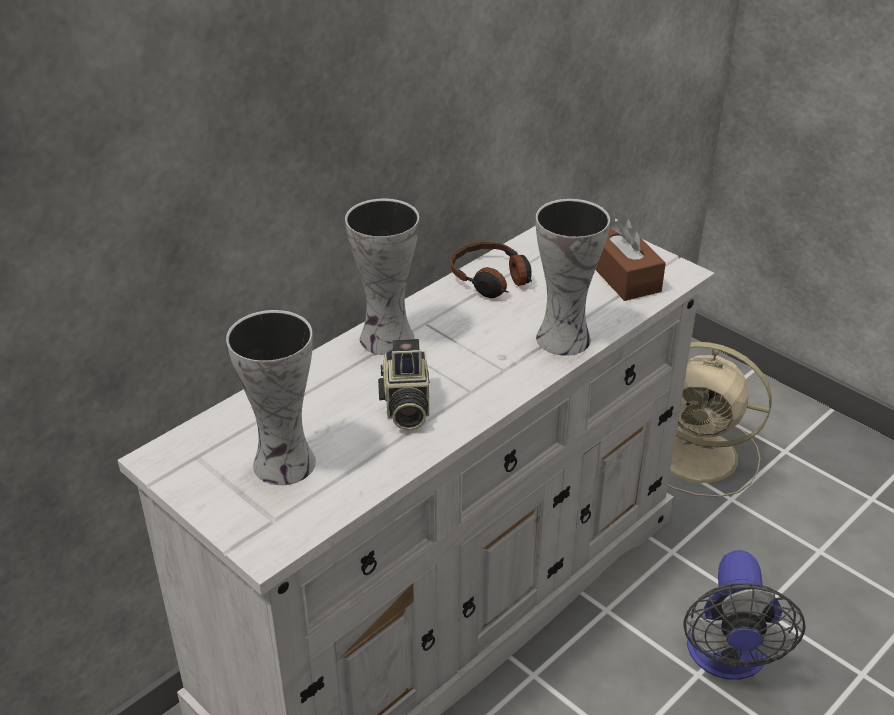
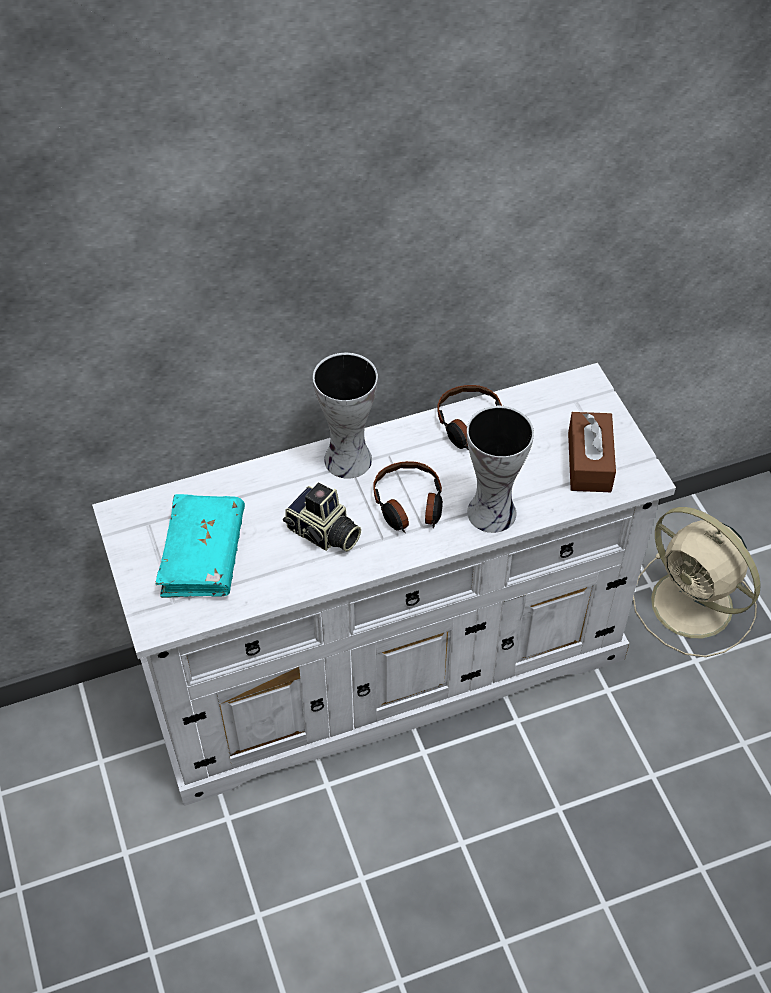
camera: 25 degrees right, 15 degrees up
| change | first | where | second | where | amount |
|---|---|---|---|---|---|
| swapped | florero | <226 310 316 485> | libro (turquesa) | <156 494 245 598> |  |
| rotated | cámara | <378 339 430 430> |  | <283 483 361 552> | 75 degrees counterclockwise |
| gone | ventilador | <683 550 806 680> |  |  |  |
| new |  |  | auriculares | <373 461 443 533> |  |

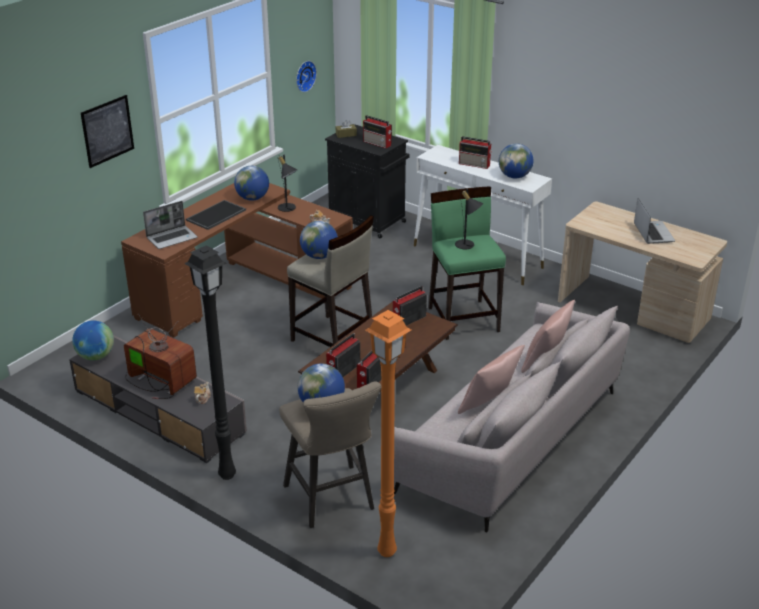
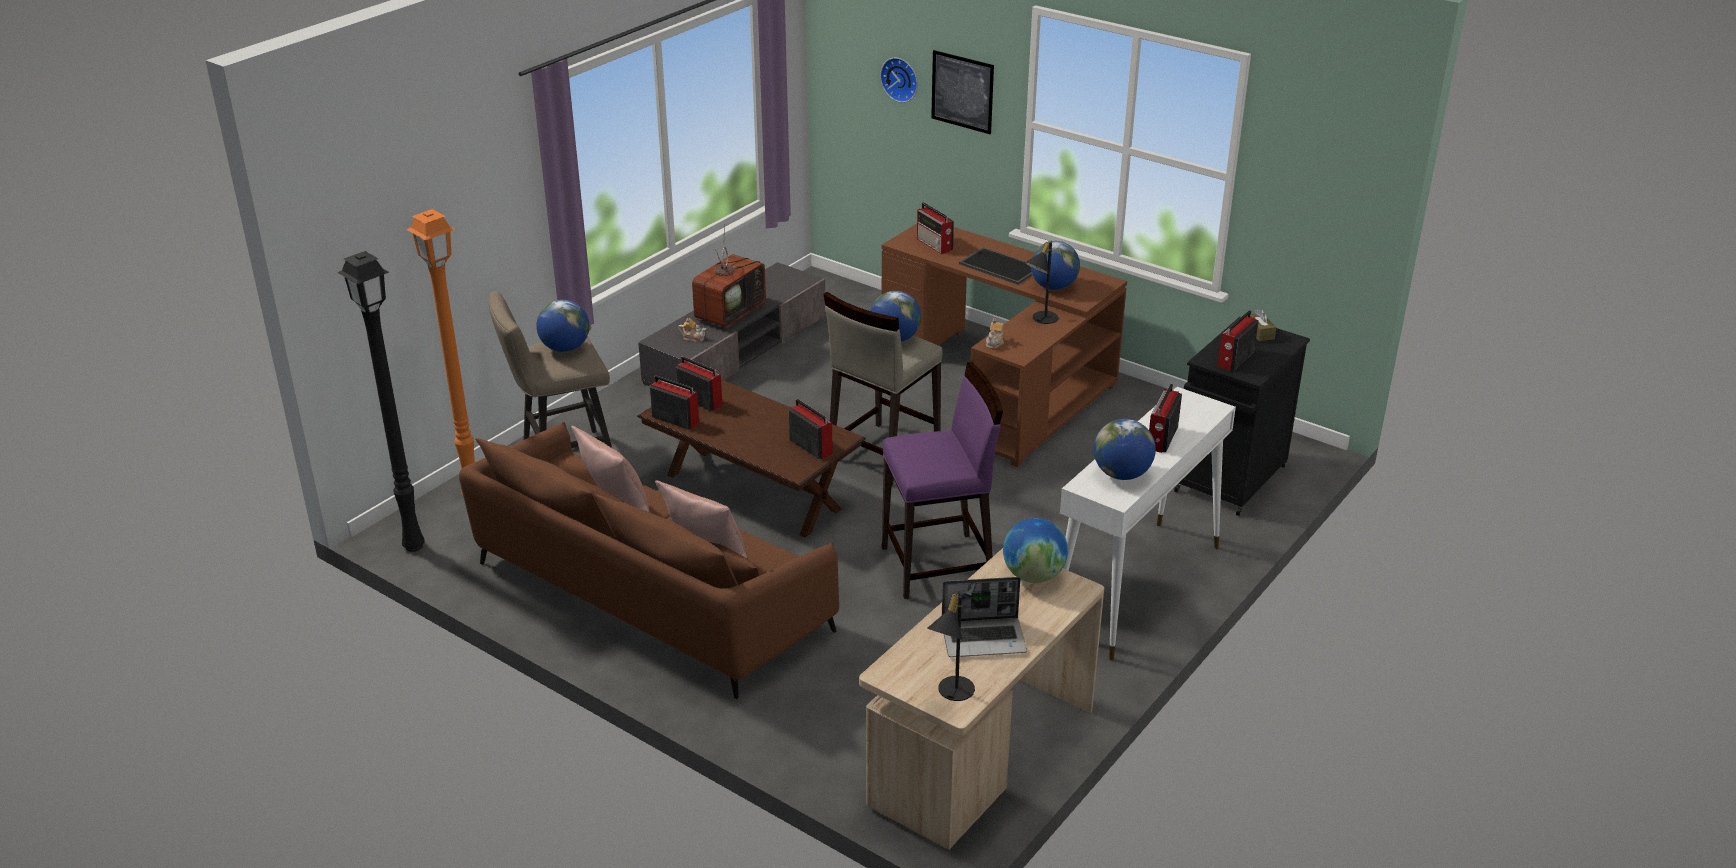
camera: 90 degrees right, 0 degrees up
| change | first | where | second | where | amount |
|---|---|---|---|---|---|
| shifted | reloj de pared | <296 61 317 92> |  | <880 58 918 103> |  |
| repainted | taburete (verde) | <429 186 506 340> | taburete (morado) | <882 362 1003 599> |  |
| shifted | lámpara de mesa (negro) | <455 189 483 249> |  | <927 591 975 701> |  |
| swapped | portátil | <143 201 198 249> | radio | <917 202 954 254> |  |
| shifted | lámpara de pie (negro) | <184 245 236 480> |  | <338 251 425 552> |  |
| repainted | sofá (gris) | <394 302 630 532> | sofá (marrón) | <459 422 839 699> |  |
| shifted | globo terráqueo | <72 320 114 361> |  | <1003 518 1068 583> |  |

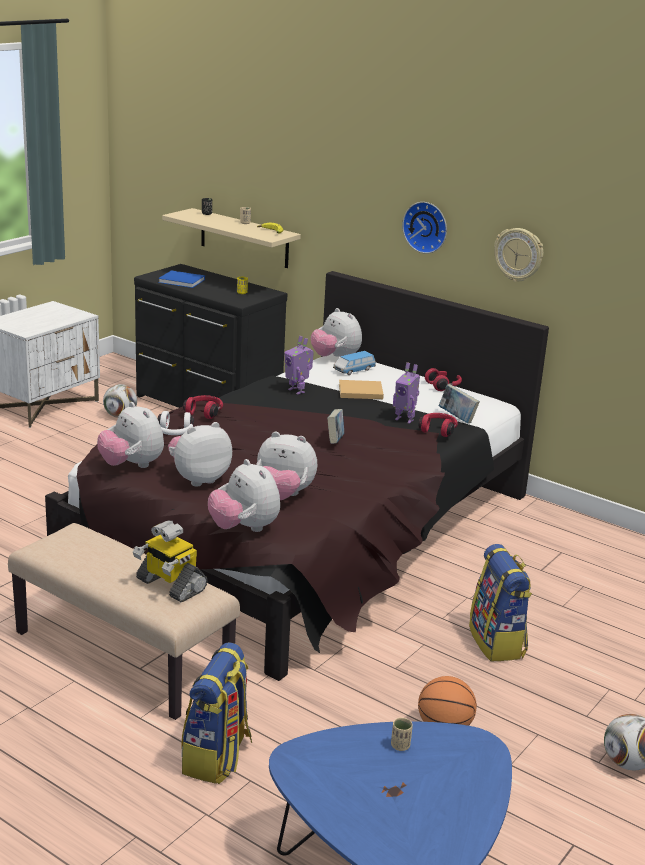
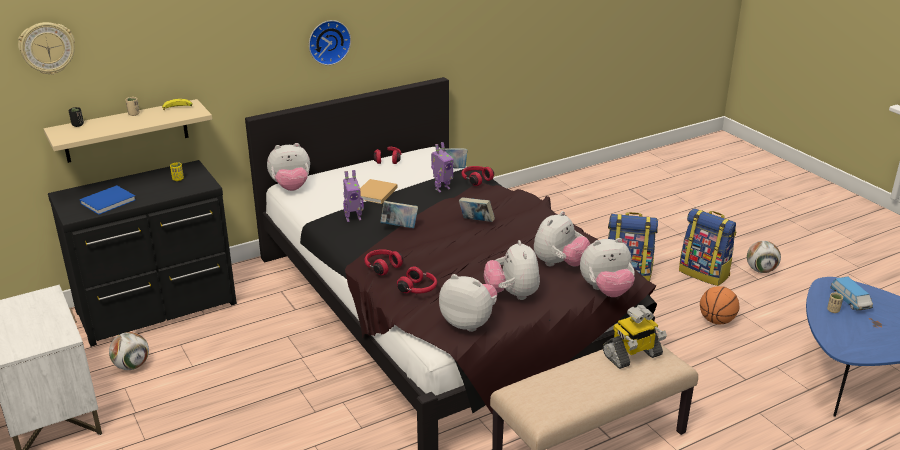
camera: 65 degrees left, 5 degrees up
| change | first | where | second | where | amount |
|---|---|---|---|---|---|
| shifted | reloj de pared | <494 228 543 282> |  | <18 22 75 75> |  |
| shifted | coche de juguete | <333 351 376 375> |  | <830 276 873 310> |  |
| rotated | peluche | <97 402 164 468> |  | <439 274 498 332> | 135 degrees counterclockwise |
| repainted | auriculares (blanco) | <158 411 194 435> | auriculares (rojo) | <397 266 437 293> |  |
| shifted | mochila | <181 642 252 784> |  | <679 209 737 286> |  |
| new |  |  | libro | <380 201 418 228> |  |

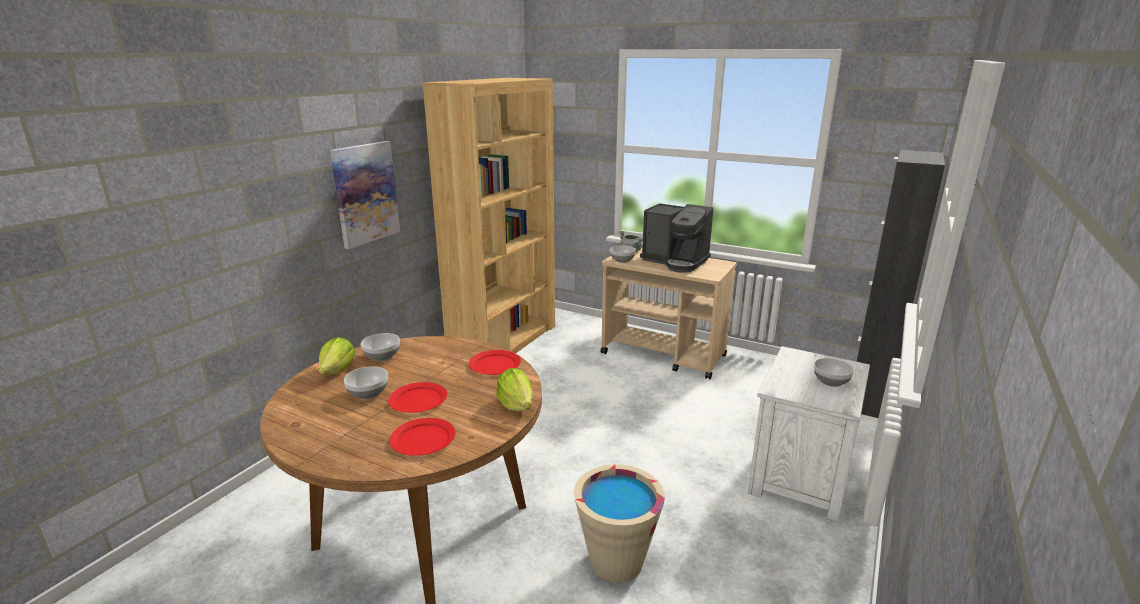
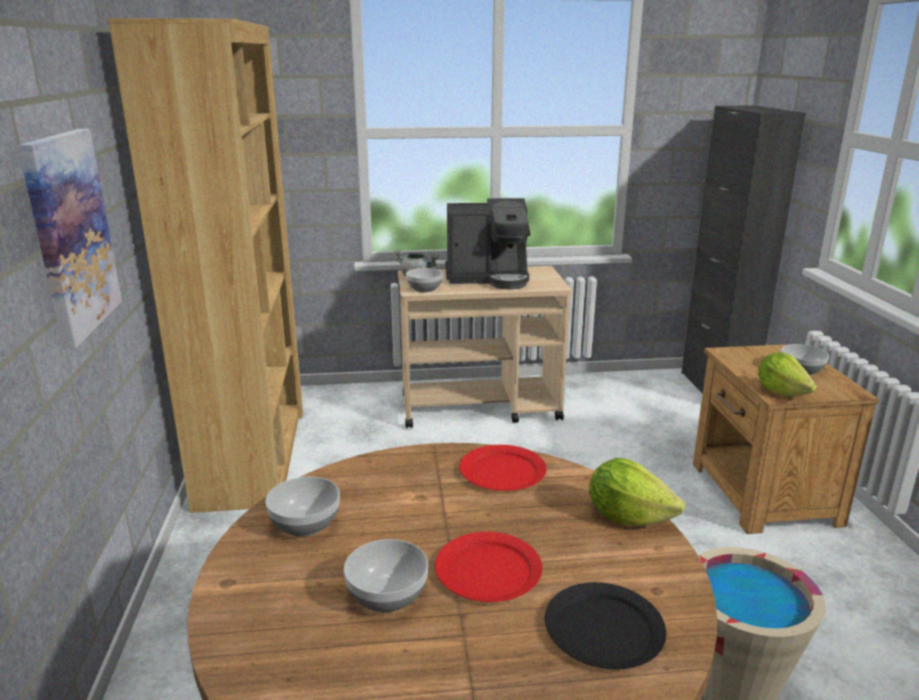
camera: 35 degrees left, 0 degrees up
| change | first | where | second | where | amount |
|---|---|---|---|---|---|
| shifted | lechuga | <318 337 355 375> |  | <758 352 817 397> |  |
| repainted | mesita de noche (blanco) | <748 346 870 522> | mesita de noche (marrón) | <693 344 879 534> |  |
| repainted | plato (rojo) | <390 418 455 456> | plato (negro) | <545 582 666 670> |  |

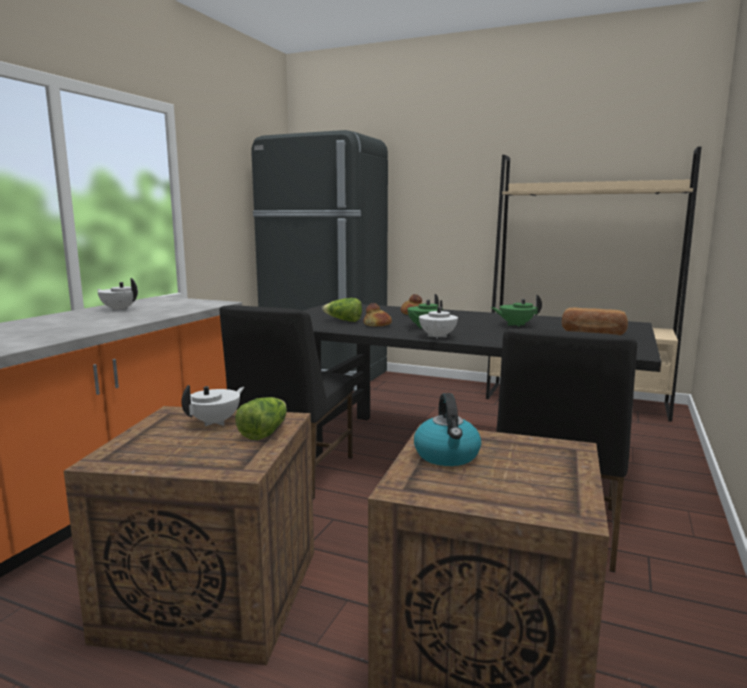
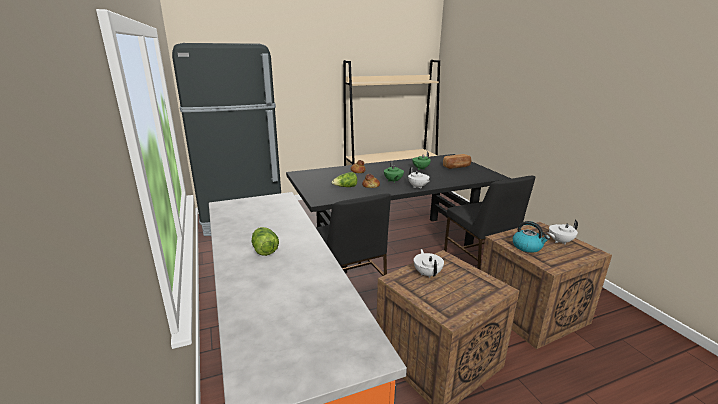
camera: 45 degrees left, 10 degrees up
| change | first | where | second | where | amount |
|---|---|---|---|---|---|
| shifted | tetera (blanco) | <97 278 138 311> |  | <547 220 578 244> |  |
| shifted | lechuga | <235 397 287 440> |  | <251 227 279 256> |  |

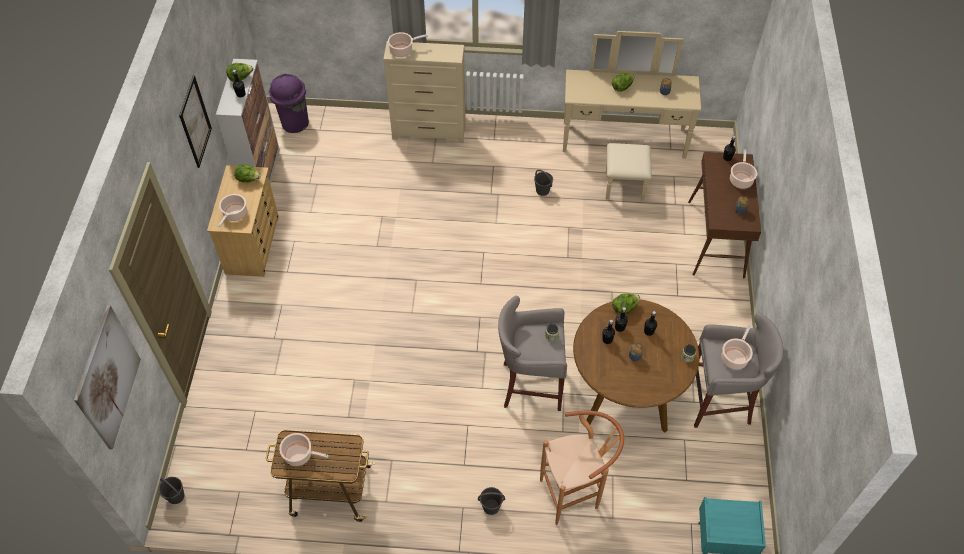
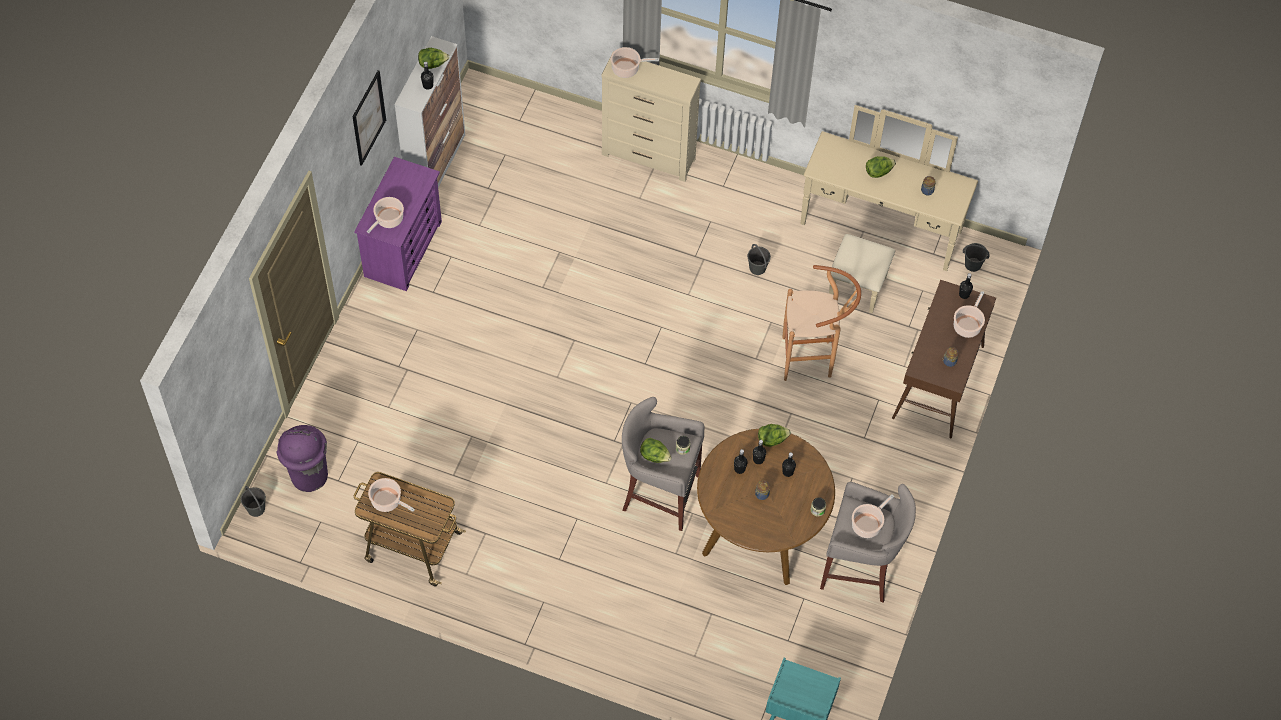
camera: 15 degrees right, 5 degrees up
| change | first | where | second | where | amount |
|---|---|---|---|---|---|
| shifted | papelera (morado) | <269 74 309 133> |  | <276 425 328 492> |  |
| shifted | lechuga | <234 164 261 183> |  | <640 438 672 463> |  |
| repainted | cómoda (beis) | <207 165 279 277> | cómoda (morado) | <354 157 442 291> |  |
| gone | cuadro | <74 305 141 449> |  |  |  |
| shifted | taburete (marrón) | <540 411 624 525> |  | <782 265 861 381> |  |
| shifted | cubo (gris) | <478 487 505 515> |  | <963 243 990 272> |  |

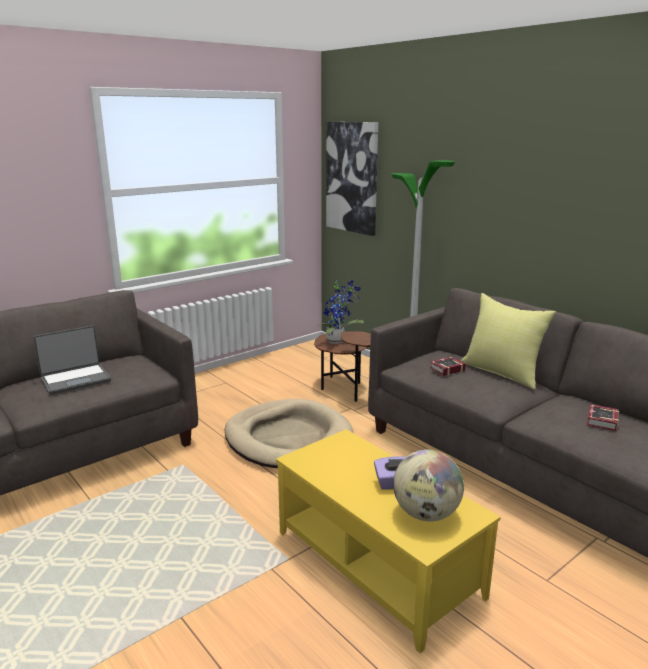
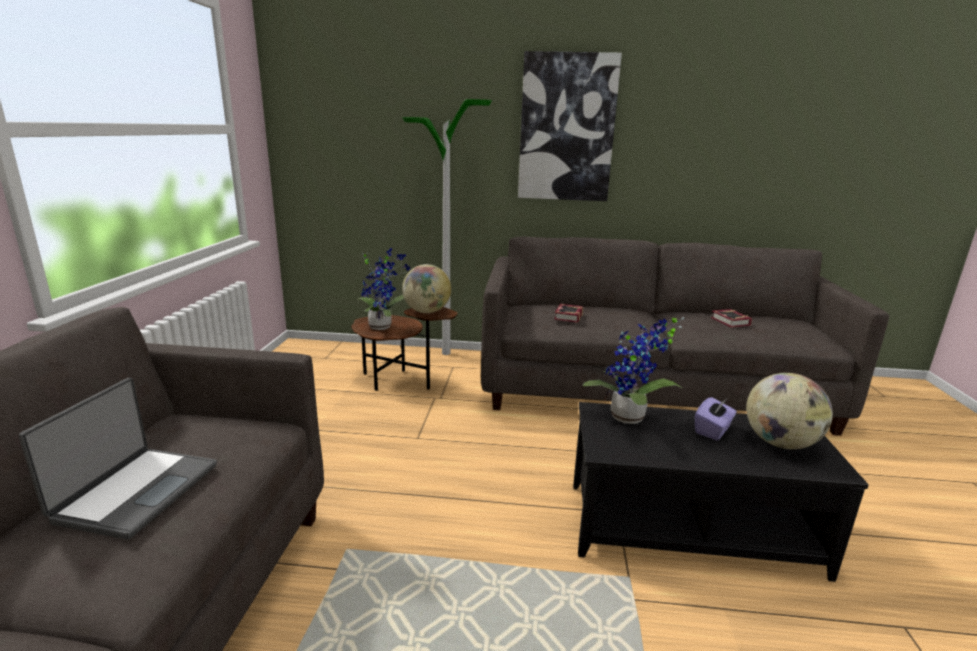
camera: 45 degrees left, 0 degrees up
| change | first | where | second | where | amount |
|---|---|---|---|---|---|
| shifted | cuadro | <326 122 378 236> |  | <518 51 622 201> |  |
| gone | cojín (amarillo) | <461 293 556 389> |  |  |  |
| gone | cama para perro (beis) | <225 399 354 468> |  |  |  |
| repainted | mesa de centro (amarillo) | <276 429 501 653> | mesa de centro (negro) | <573 402 869 582> |  |
| new |  |  | globo terráqueo | <402 264 451 313> |  |
| new |  |  | planta en maceta | <583 317 684 424> |  |

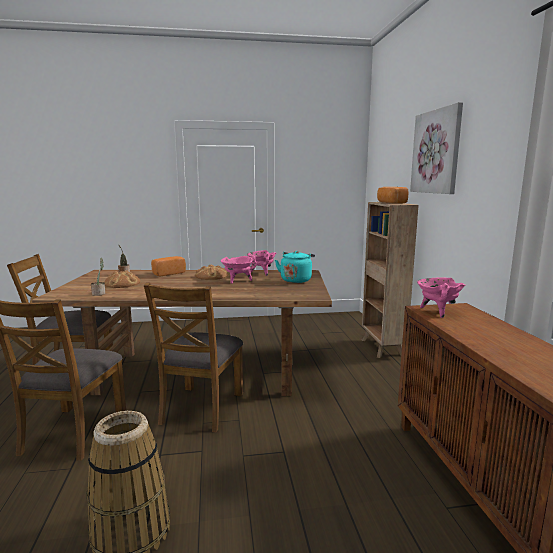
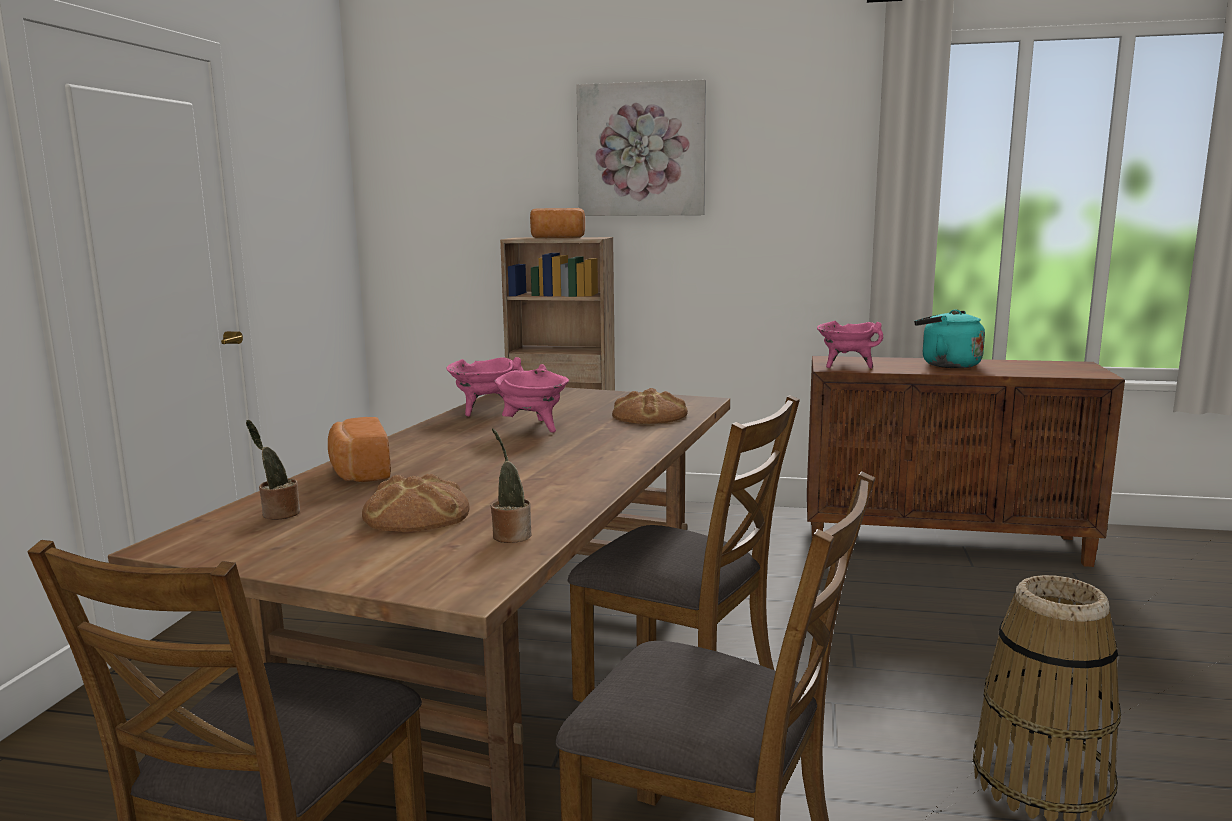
camera: 70 degrees left, 0 degrees up
| change | first | where | second | where | amount |
|---|---|---|---|---|---|
| shifted | hervidor (turquesa) | <275 251 315 283> |  | <914 309 985 368> |  |
| shifted | pan | <195 265 228 280> |  | <612 388 688 424> |  |

